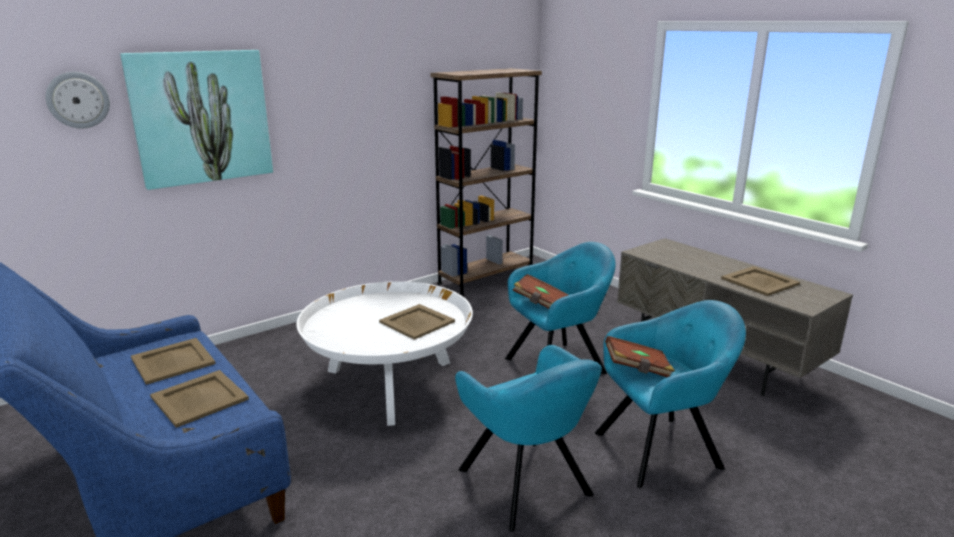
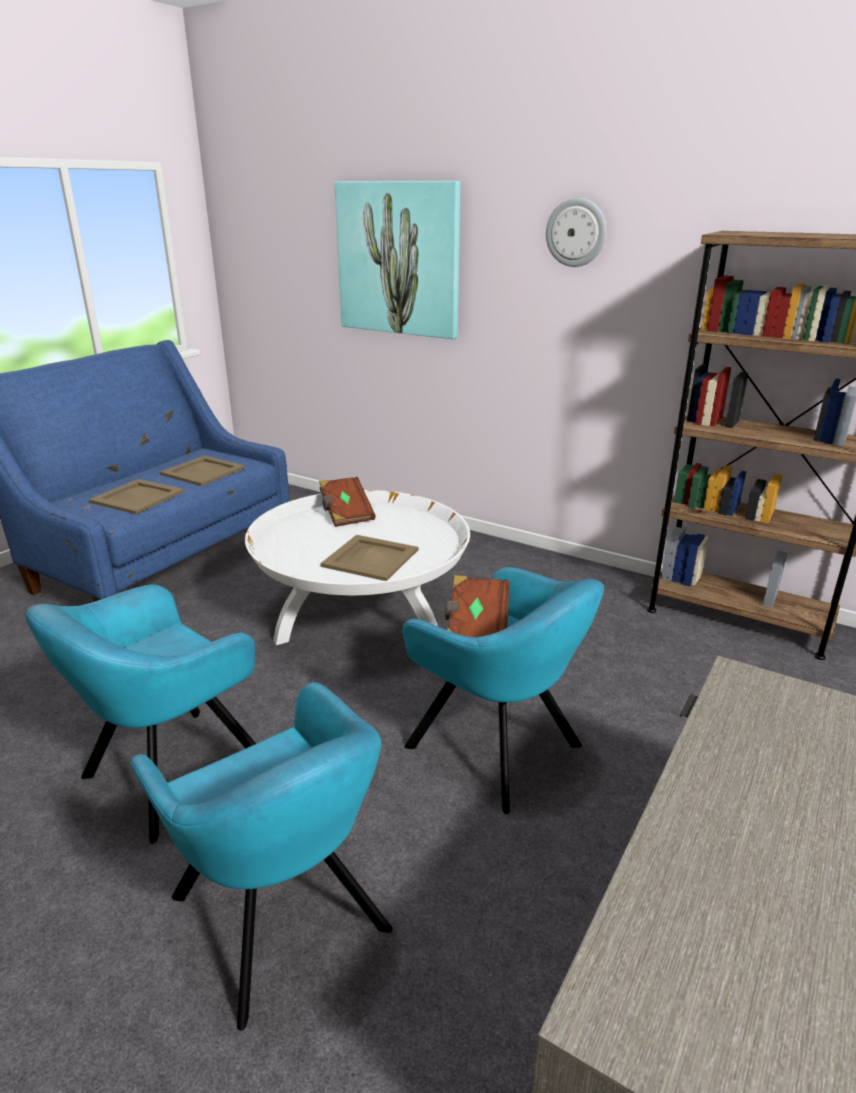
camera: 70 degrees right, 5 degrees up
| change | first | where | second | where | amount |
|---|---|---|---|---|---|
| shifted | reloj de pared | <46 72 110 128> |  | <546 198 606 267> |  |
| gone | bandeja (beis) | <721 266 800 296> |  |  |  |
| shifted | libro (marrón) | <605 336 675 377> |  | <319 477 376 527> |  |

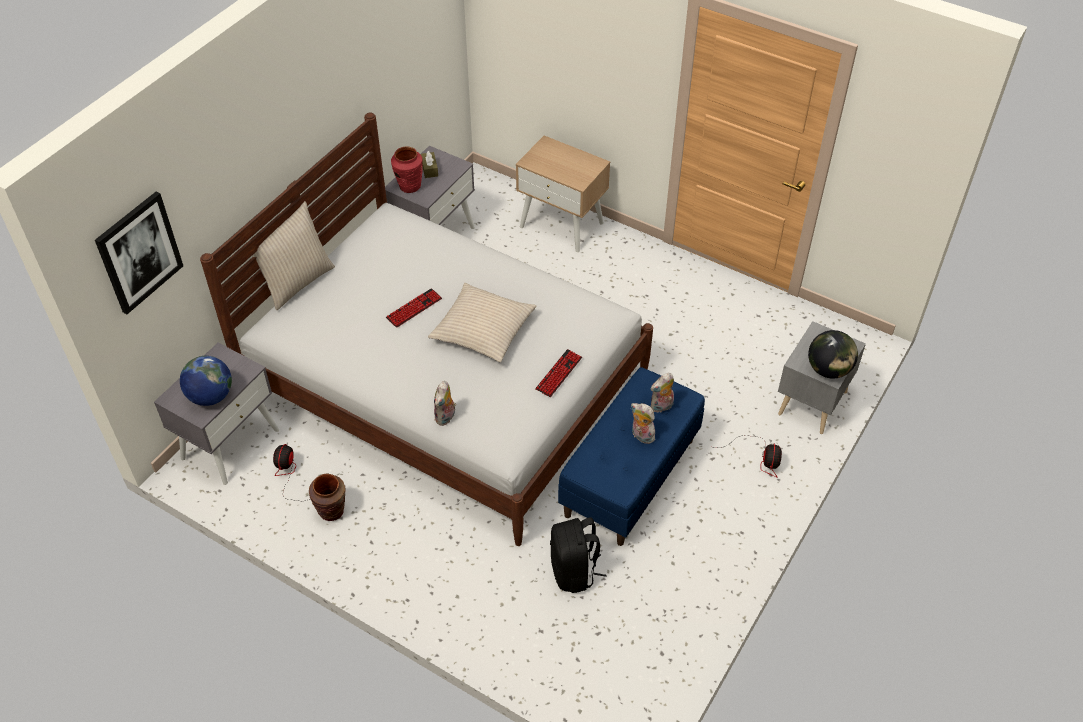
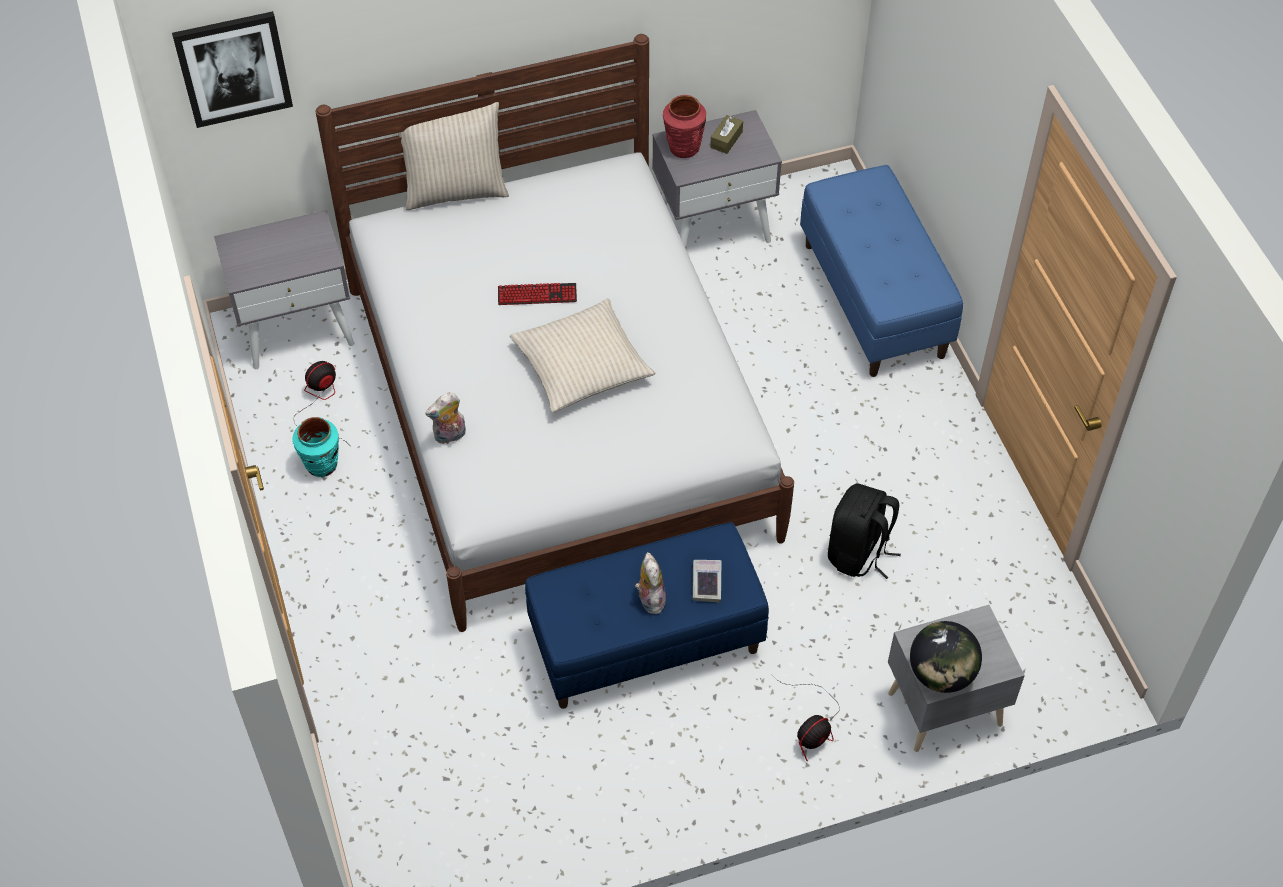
camera: 40 degrees right, 5 degrees up
| change | first | where | second | where | amount |
|---|---|---|---|---|---|
| swapped | mesita de noche (beis) | <516 136 610 252> | banco (azul) | <800 165 963 377> |  |
| gone | teclado | <535 349 582 397> |  |  |  |
| gone | globo terráqueo | <180 356 232 406> |  |  |  |
| swapped | peluche | <651 373 674 413> | libro | <692 560 722 603> |  |
| repainted | florero (marrón) | <309 474 345 521> | florero (turquesa) | <293 417 339 477> |  |
| shifted | mochila (negro) | <550 517 606 593> |  | <828 483 901 579> |  |

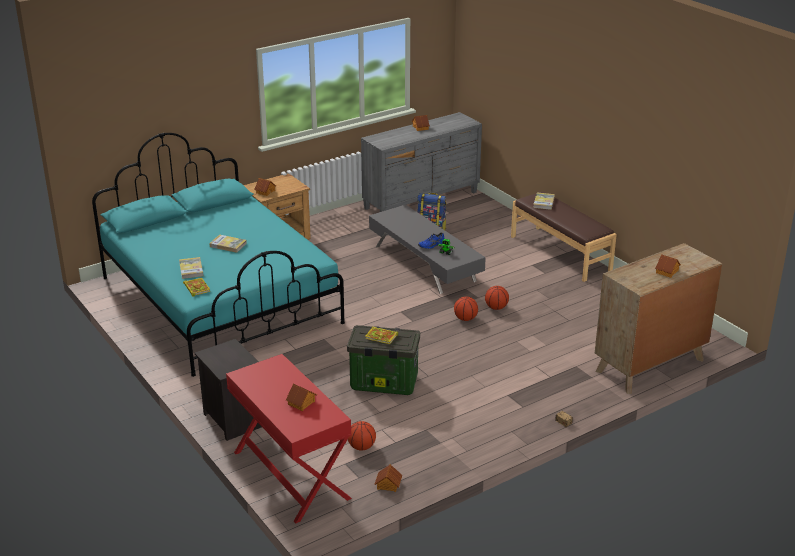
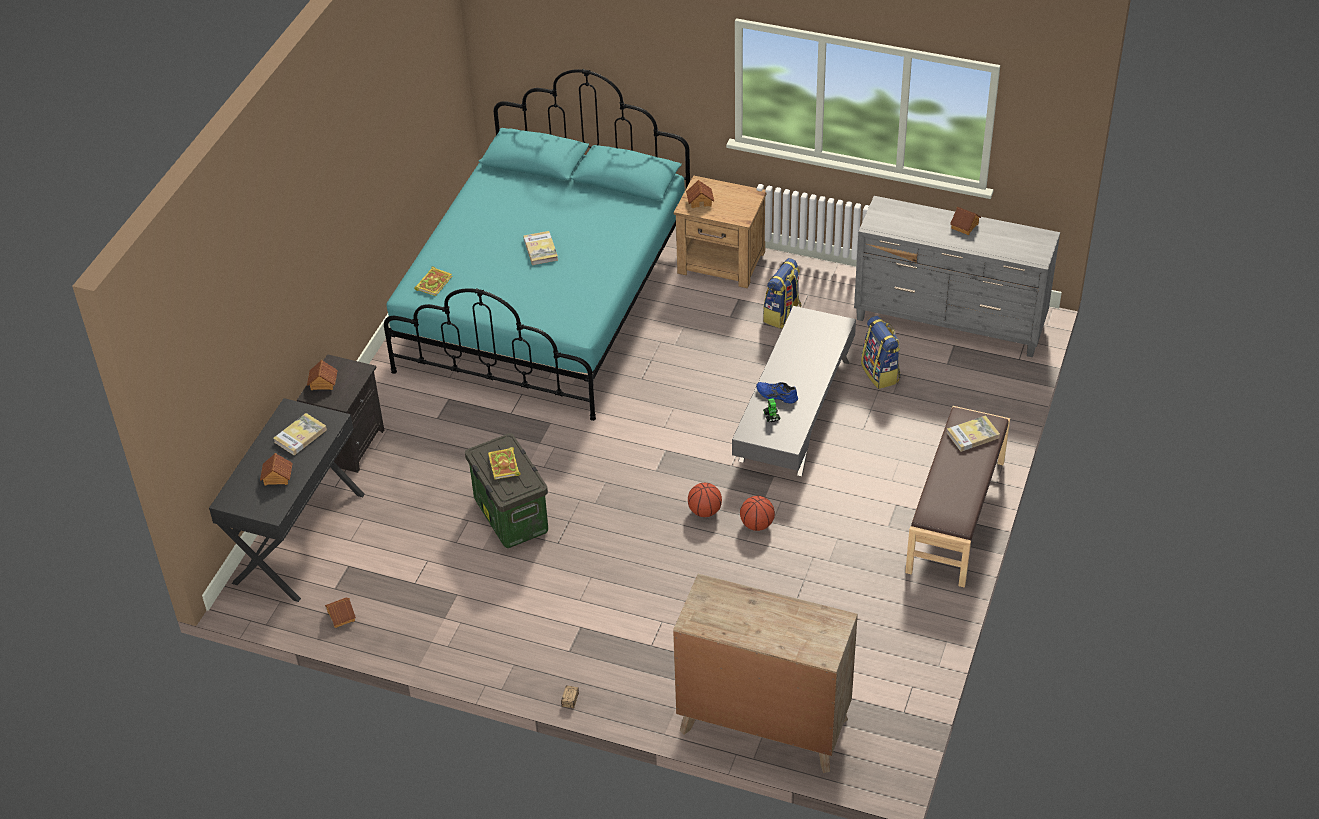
camera: 55 degrees right, 15 degrees up
| change | first | where | second | where | amount |
|---|---|---|---|---|---|
| shifted | casita | <655 254 681 278> |  | <307 360 338 390> |  |
| shifted | libro | <179 257 203 279> |  | <273 413 327 455> |  |
| repainted | escritorio (rojo) | <226 354 352 524> | escritorio (negro) | <209 398 365 602> |  |
| gone | balón de baloncesto | <348 421 376 451> |  |  |  |
| new |  |  | mochila | <763 258 801 329> |  |

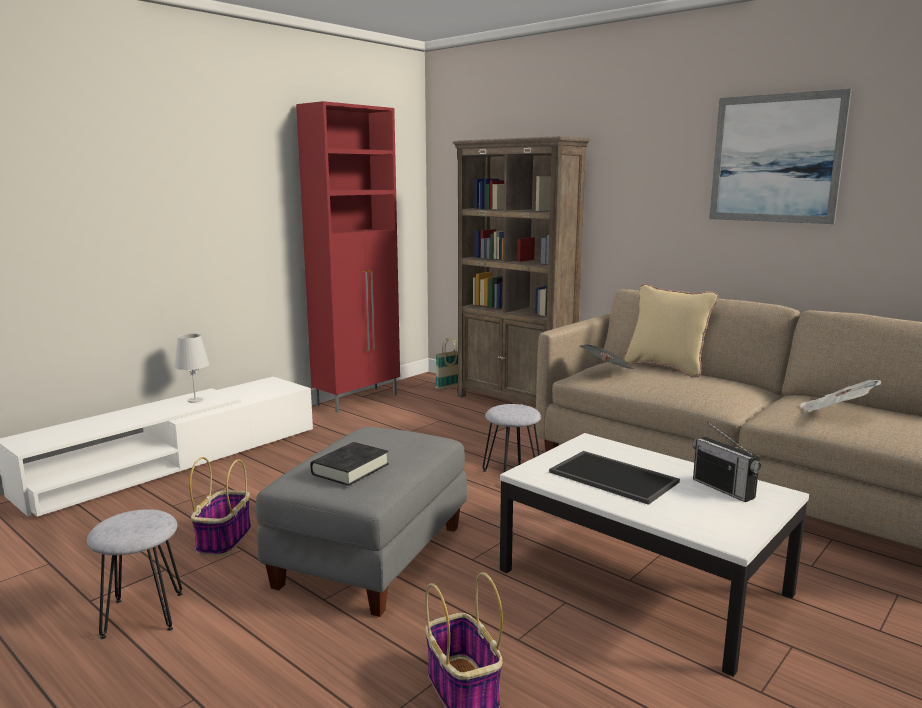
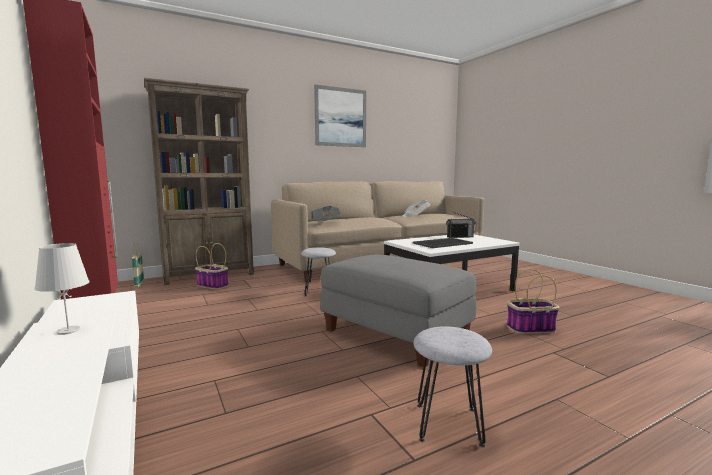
camera: 70 degrees left, 5 degrees down
| change | first | where | second | where | amount |
|---|---|---|---|---|---|
| gone | cojín (beis) | <623 284 718 377> |  |  |  |
| gone | libro (negro) | <310 442 389 486> |  |  |  |
| shifted | cesta | <189 457 251 556> |  | <195 243 228 290> |  |

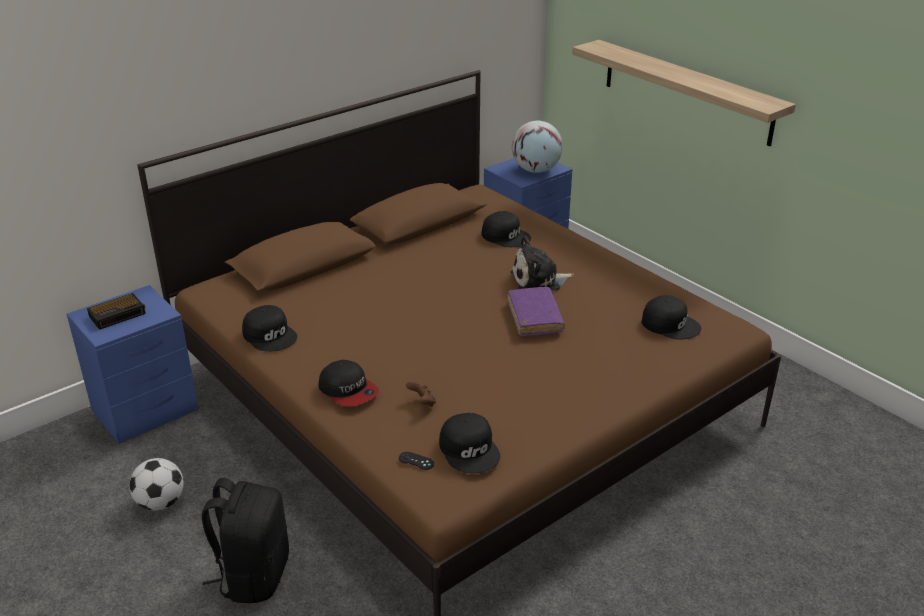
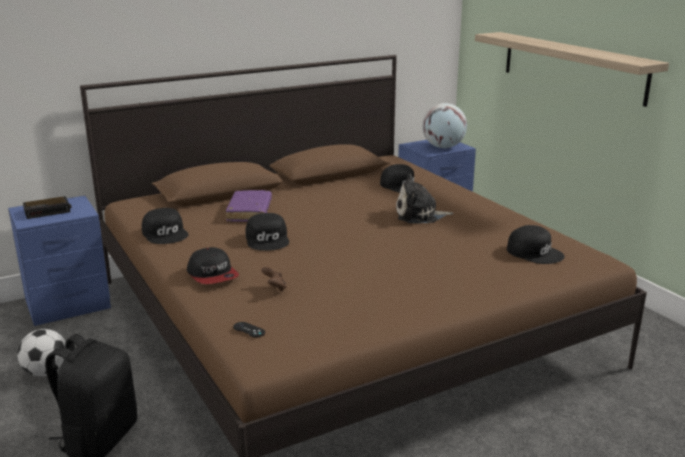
camera: 10 degrees right, 10 degrees down
| change | first | where | second | where | amount |
|---|---|---|---|---|---|
| shifted | libro (morado) | <507 287 565 337> |  | <226 190 272 222> |  |
| shifted | gorra (negro) | <439 413 500 473> |  | <245 213 289 251> |  |

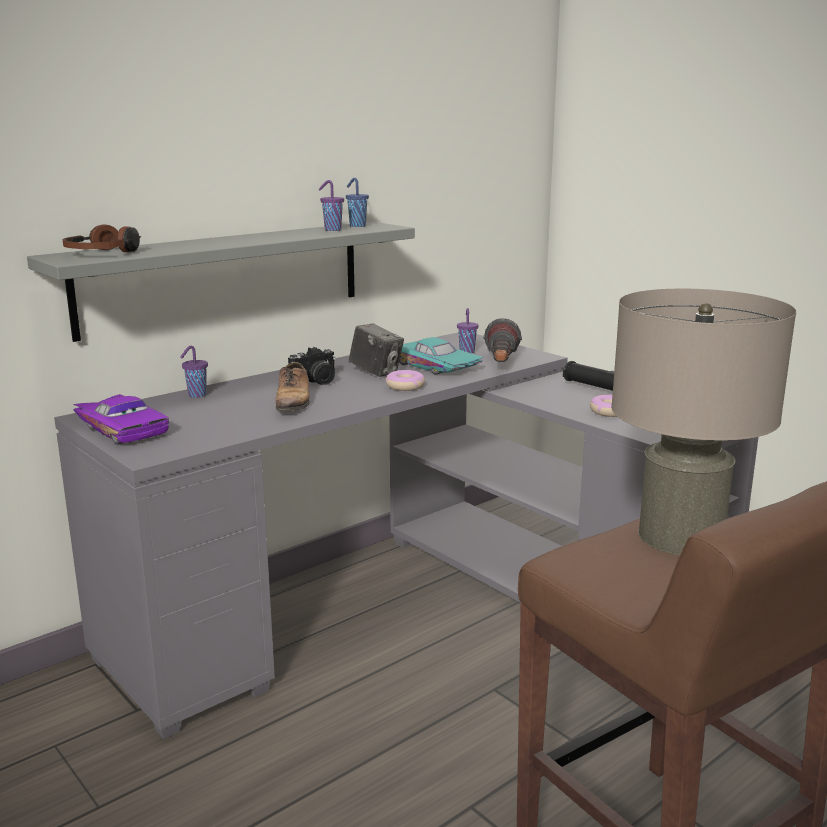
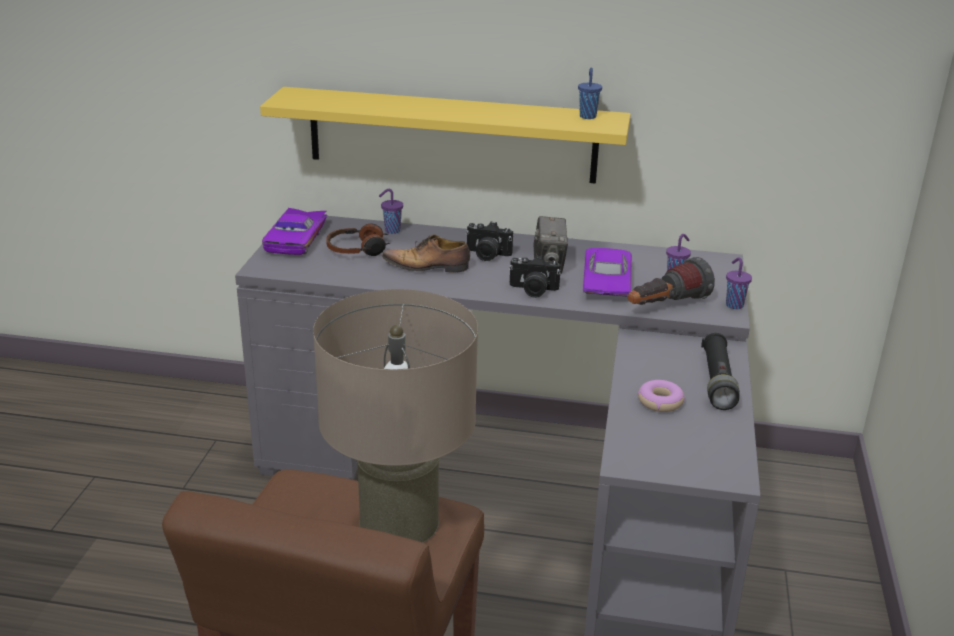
camera: 50 degrees right, 10 degrees up
| change | first | where | second | where | amount |
|---|---|---|---|---|---|
| shifted | taza (morado) | <319 180 344 231> |  | <726 258 752 309> |  |
| repainted | estante (gris) | <27 222 415 342> | estante (amarillo) | <260 87 631 184> |  |
| shifted | auriculares | <63 224 141 252> |  | <326 224 390 256> |  |
| repainted | coche de juguete (turquesa) | <399 337 483 375> | coche de juguete (morado) | <583 248 632 296> |  |
| rotated | zapato | <276 362 310 418> |  | <382 234 470 273> | 45 degrees clockwise |
| swapped | rosquilla | <386 370 425 391> | cámara | <509 255 561 298> |  |

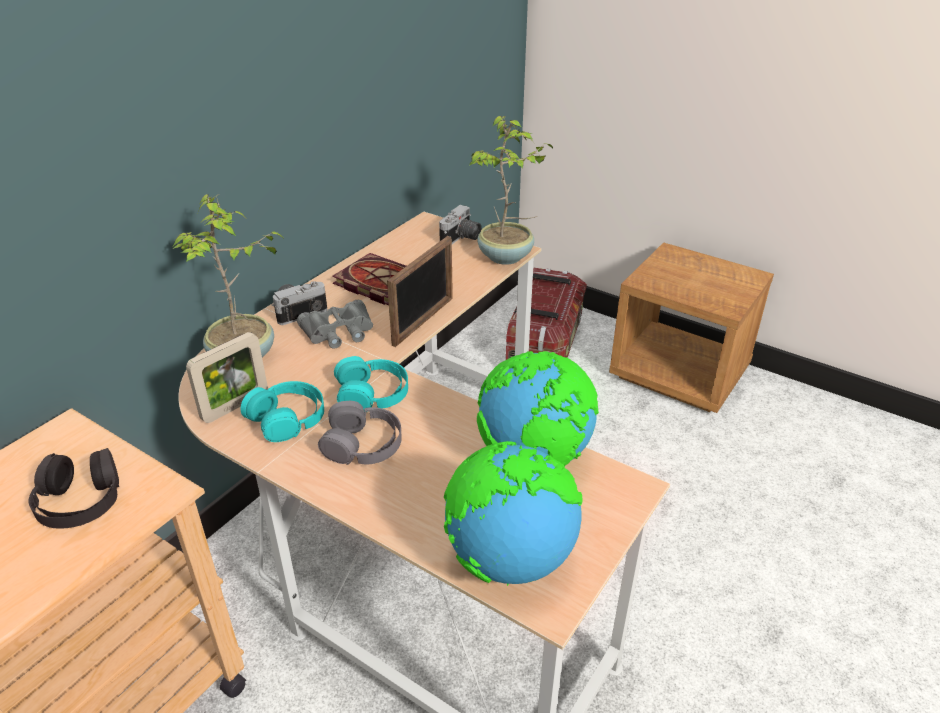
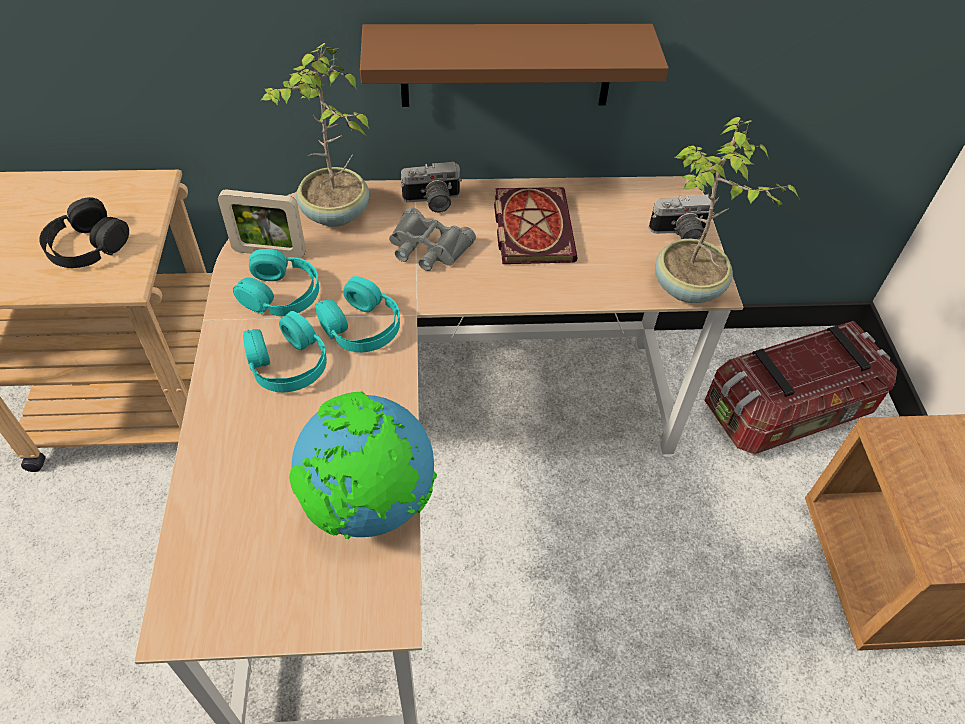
camera: 50 degrees right, 15 degrees up
| change | first | where | second | where | amount |
|---|---|---|---|---|---|
| gone | portarretratos | <387 236 453 347> |  |  |  |
| rotated | cámara | <271 281 327 325> |  | <400 162 462 213> | 150 degrees clockwise |
| repainted | auriculares (gris) | <318 401 402 465> | auriculares (turquesa) | <243 311 327 392> |  |
| gone | globo terráqueo | <444 441 583 586> |  |  |  |
| new |  |  | estante (marrón) | <360 24 669 107> |  |

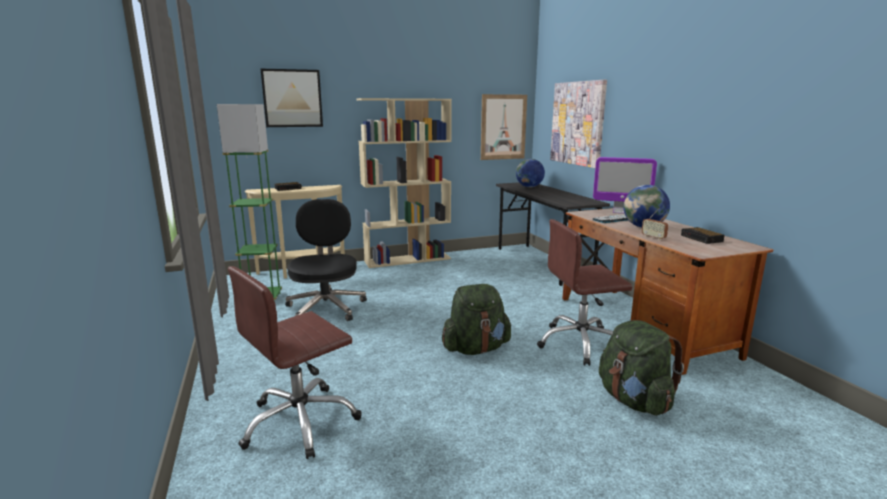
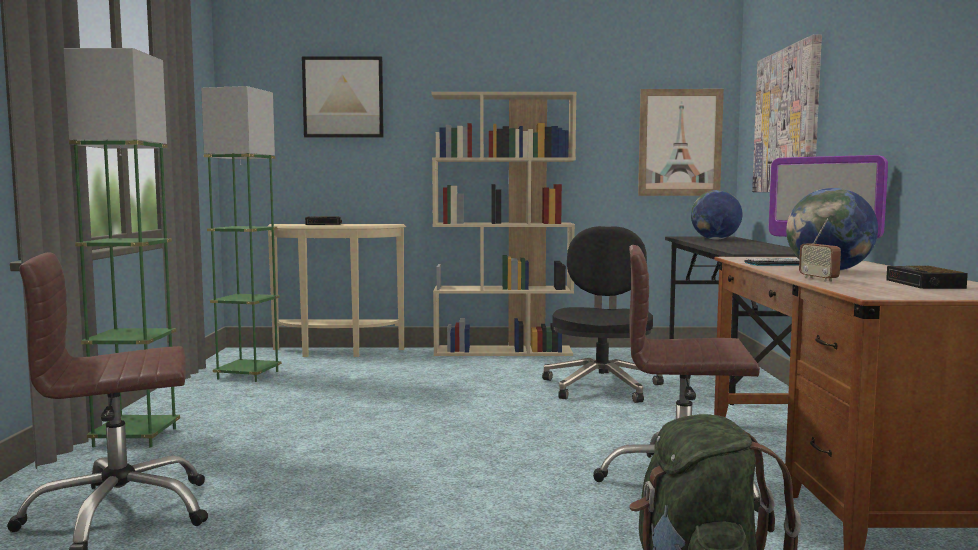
camera: 20 degrees right, 10 degrees down
| change | first | where | second | where | amount |
|---|---|---|---|---|---|
| shifted | silla de oficina (negro) | <285 199 367 321> |  | <542 226 664 403> |  |
| gone | mochila (verde) | <442 284 511 355> |  |  |  |
| new |  |  | lámpara de pie (verde) | <64 48 180 448> |  |

